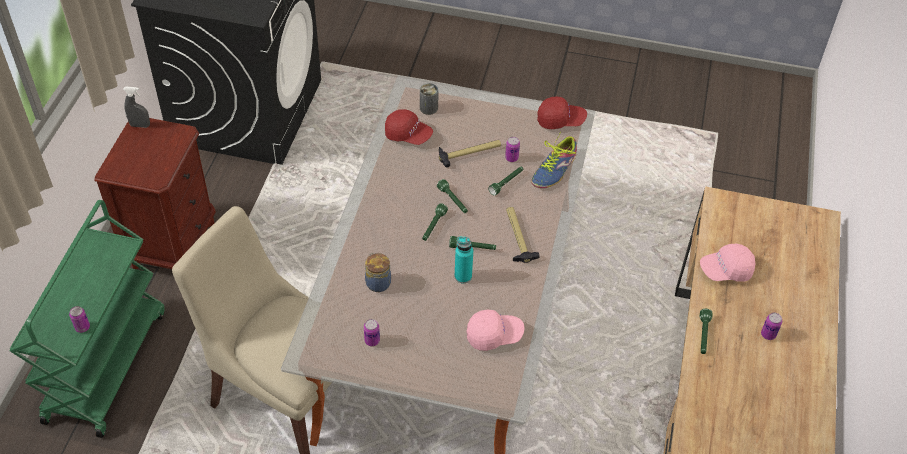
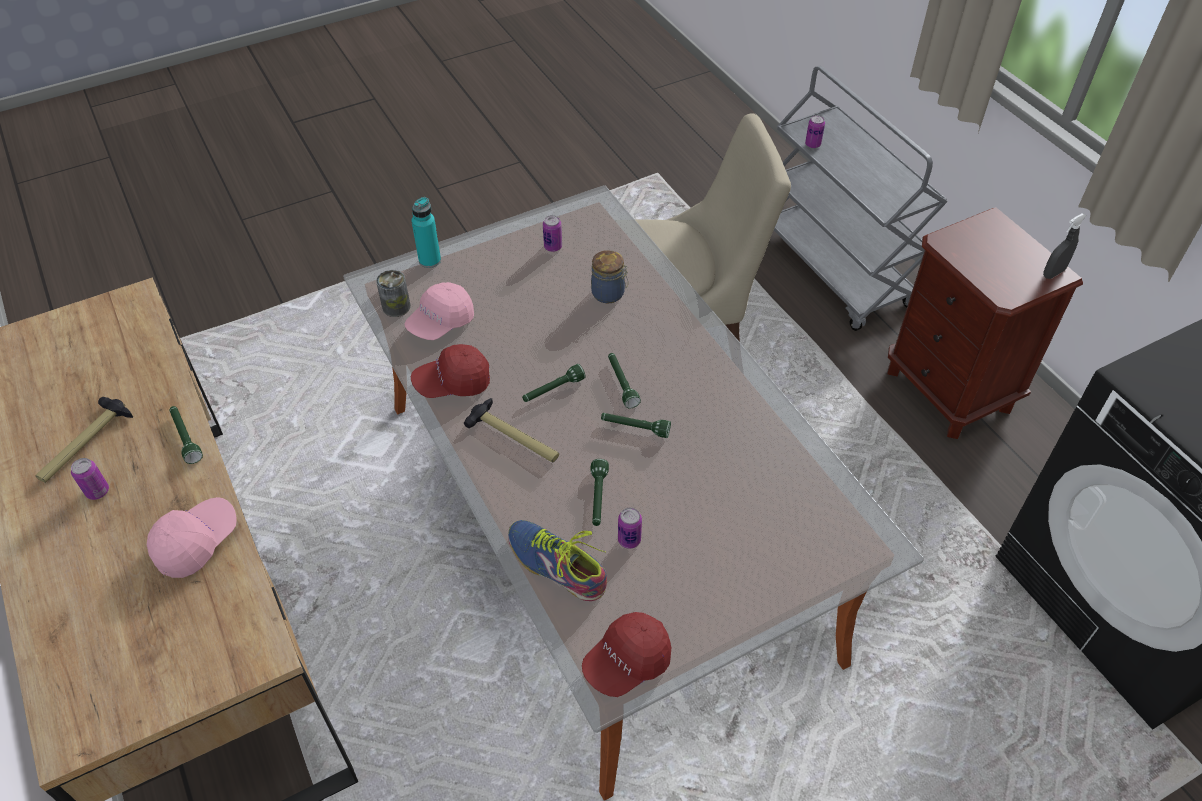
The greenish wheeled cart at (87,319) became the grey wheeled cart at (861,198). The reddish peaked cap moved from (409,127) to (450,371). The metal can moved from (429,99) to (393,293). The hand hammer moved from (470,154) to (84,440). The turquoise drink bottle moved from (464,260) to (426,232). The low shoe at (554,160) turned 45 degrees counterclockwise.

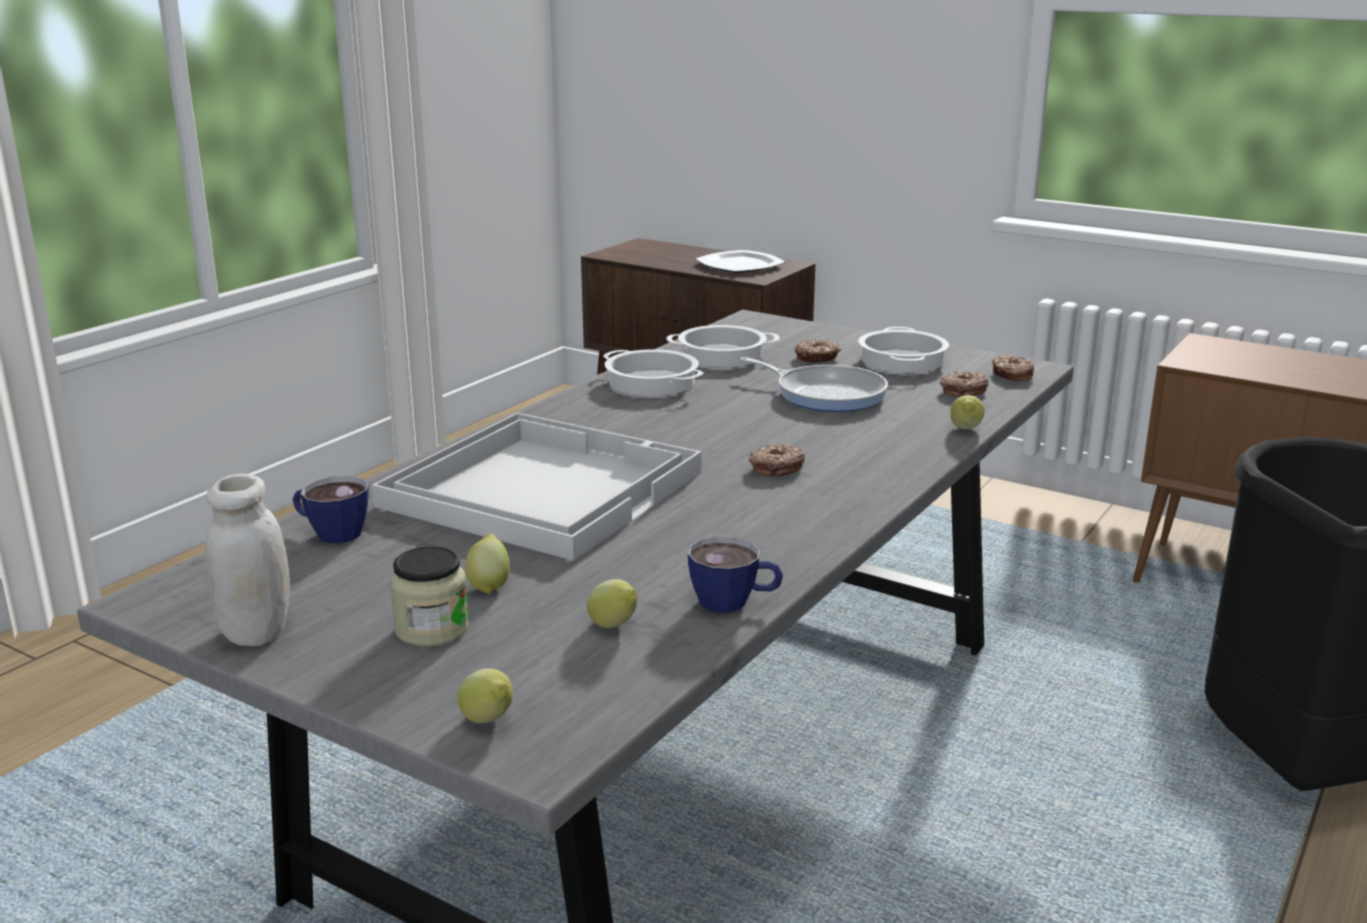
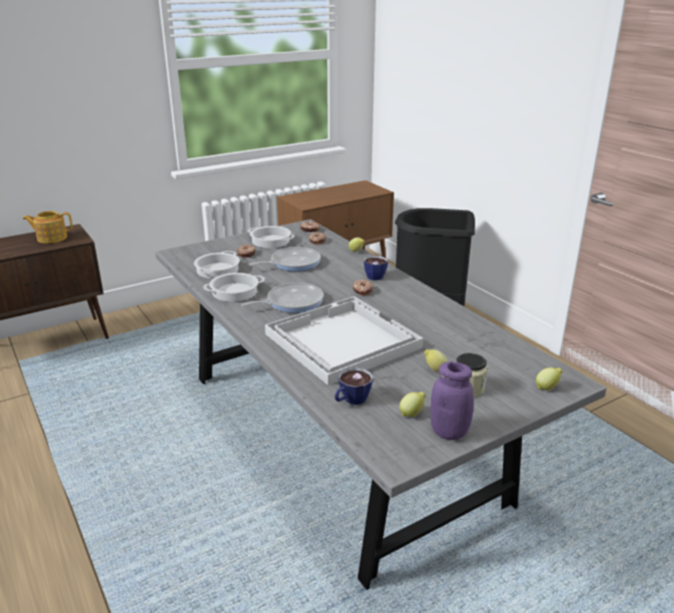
The whitish storage jar at (247,560) became the purplish storage jar at (452,401). The citrus fruit moved from (612,603) to (412,404). The cup moved from (735,574) to (376,268). The plate at (740,261) was replaced by the pot for tea at (48,227). The frying pan at (282,298) appeared.

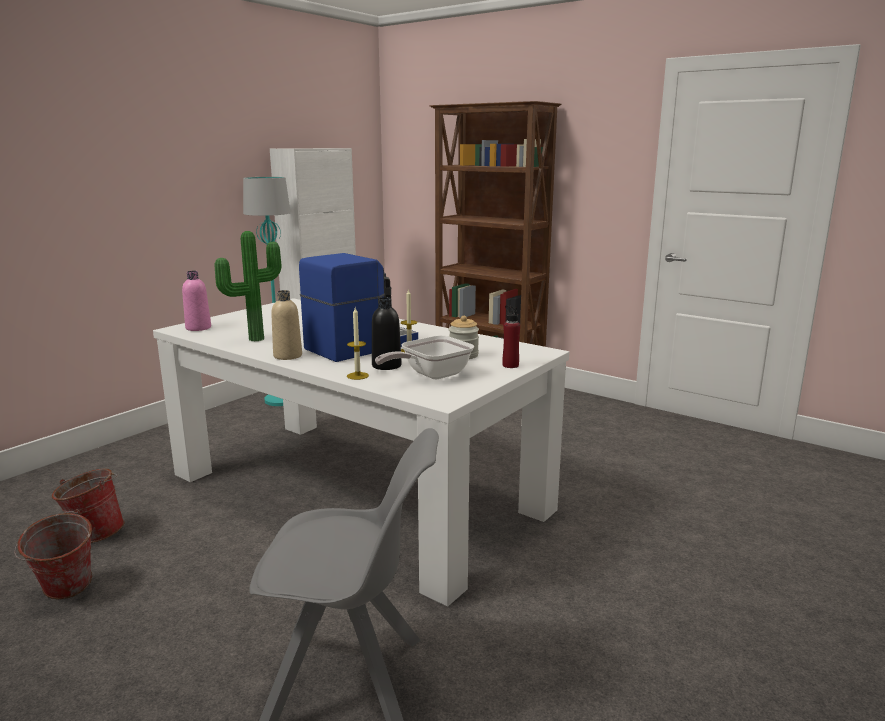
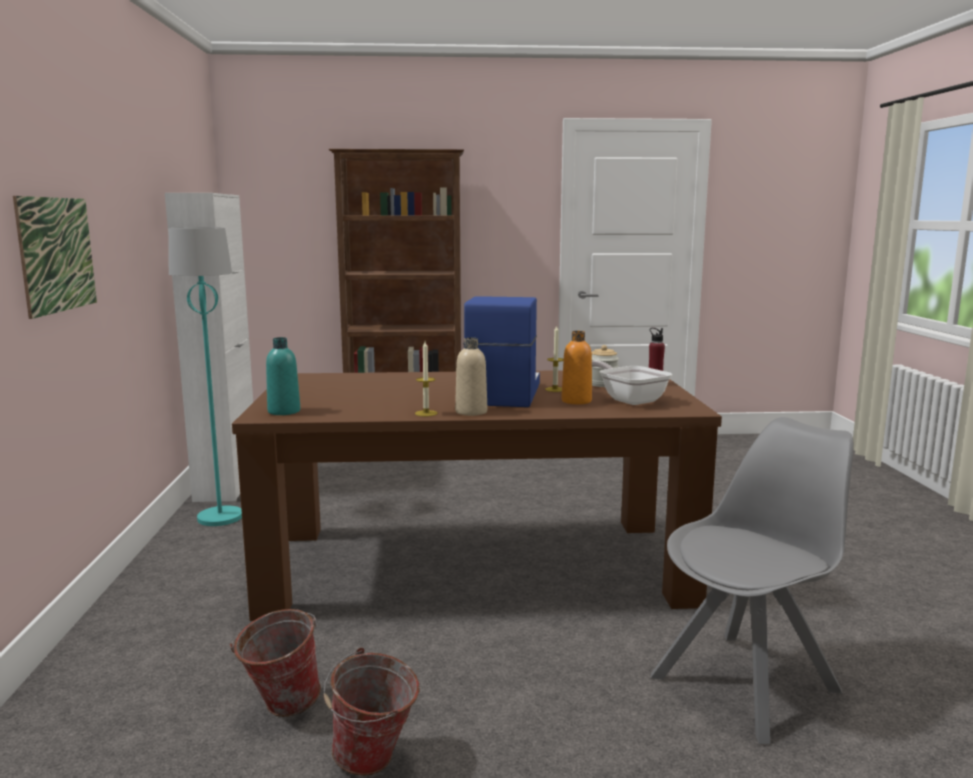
The whitish dining table at (361,452) became the brownish dining table at (477,495). The pink drink bottle at (196,301) became the turquoise drink bottle at (283,376). The houseplant at (248,286) disappeared. The wax light moved from (358,344) to (426,379). The blackish drink bottle at (387,333) became the orange-coloured drink bottle at (576,367). The frying pan at (424,357) turned 135 degrees clockwise. The picture at (55,257) appeared.

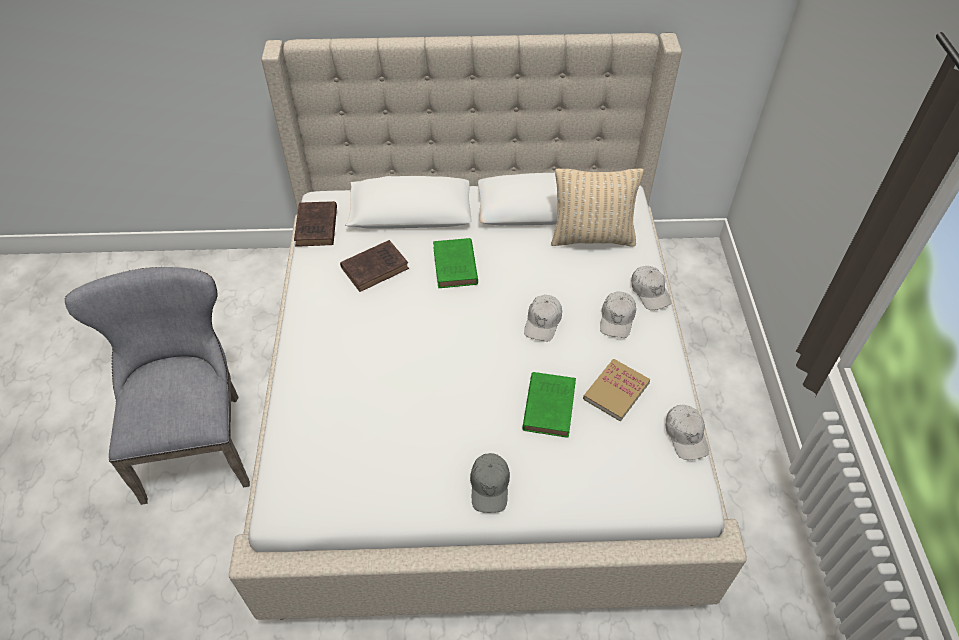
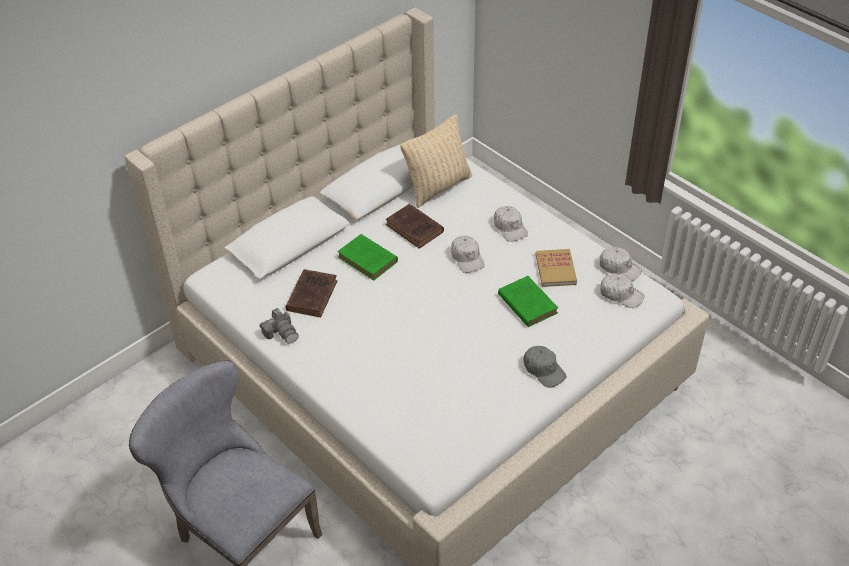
The brownish bound book moved from (315,224) to (415,226). The whitish peaked cap moved from (651,288) to (622,290). The still camera at (279,326) appeared.

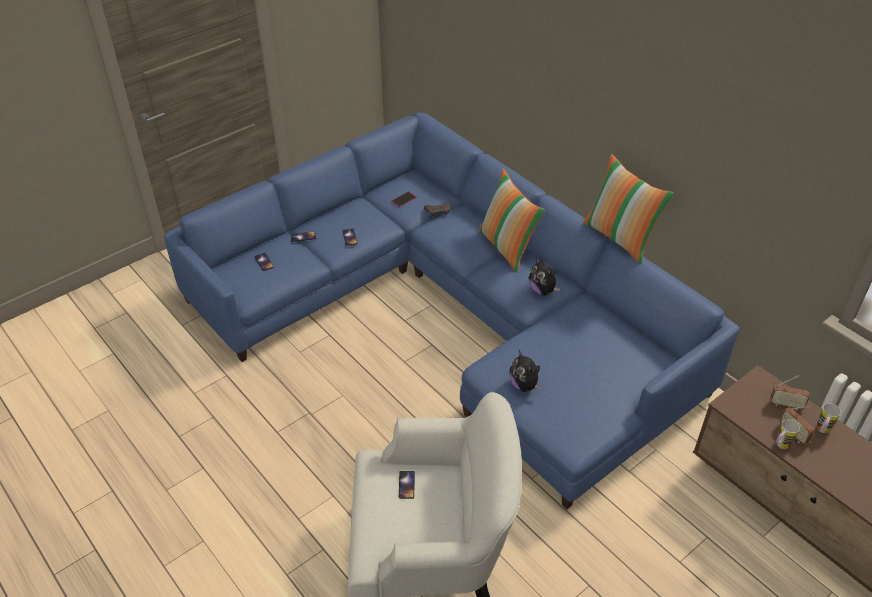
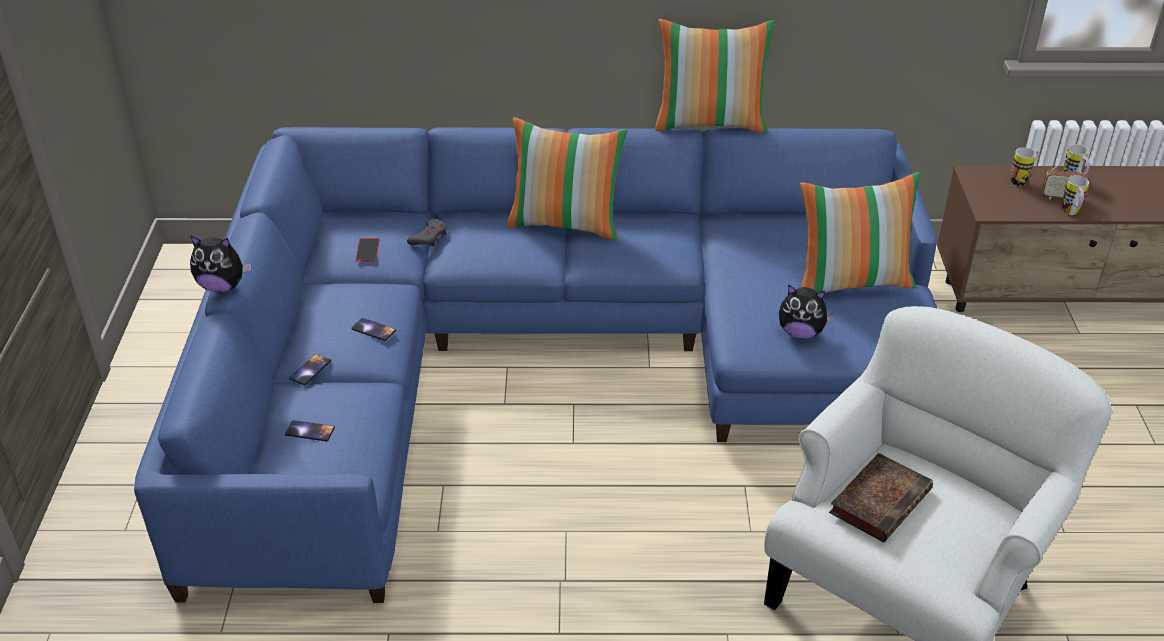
The telephone at (407,485) was replaced by the bound book at (881,497). The soft toy moved from (544,276) to (220,263). The radio receiver at (789,393) was replaced by the coffee mug at (1025,167). The throw pillow at (860,232) appeared.

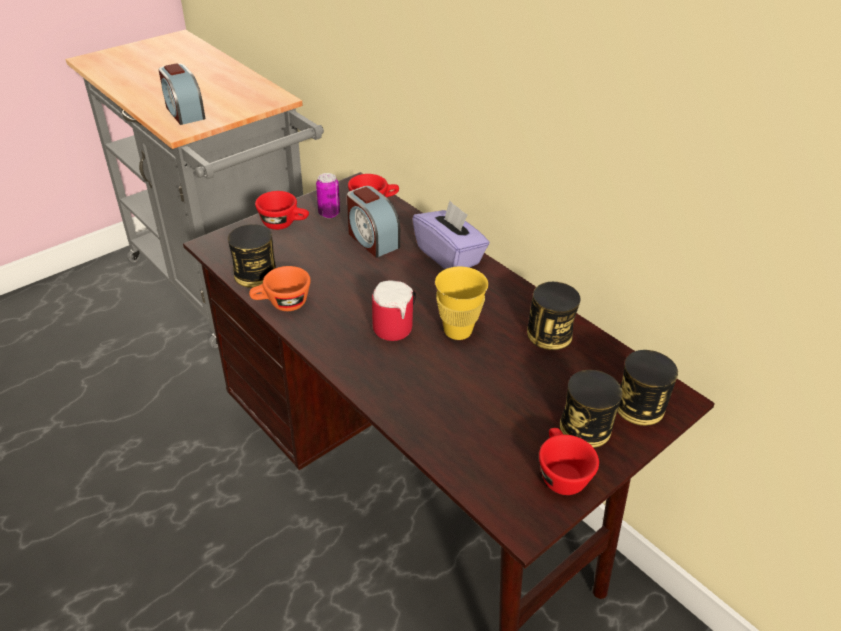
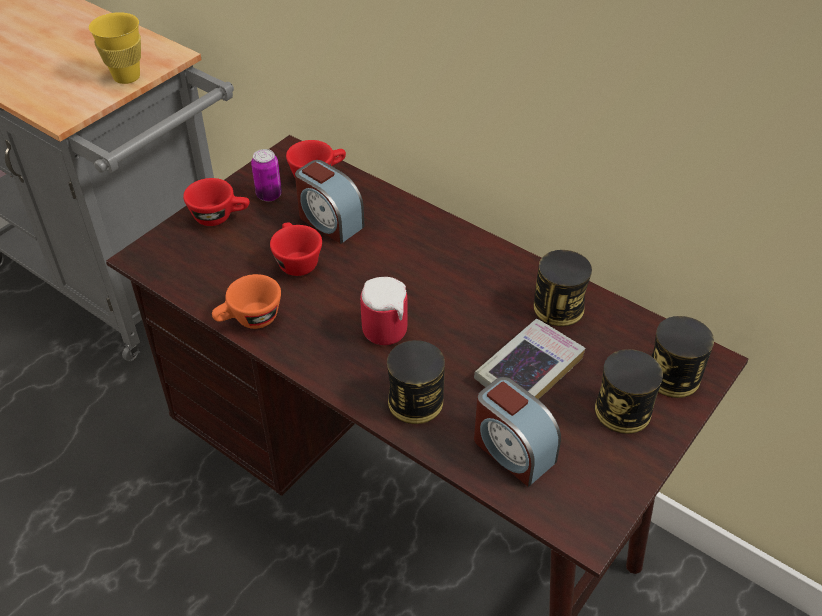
The table clock moved from (182,94) to (517,432). The metal can moved from (252,256) to (416,382). The purplish tissue box at (451,235) disappeared. The yellowish cup moved from (461,303) to (115,48). The reddish cup moved from (569,461) to (296,249). The bound book at (530,359) appeared.

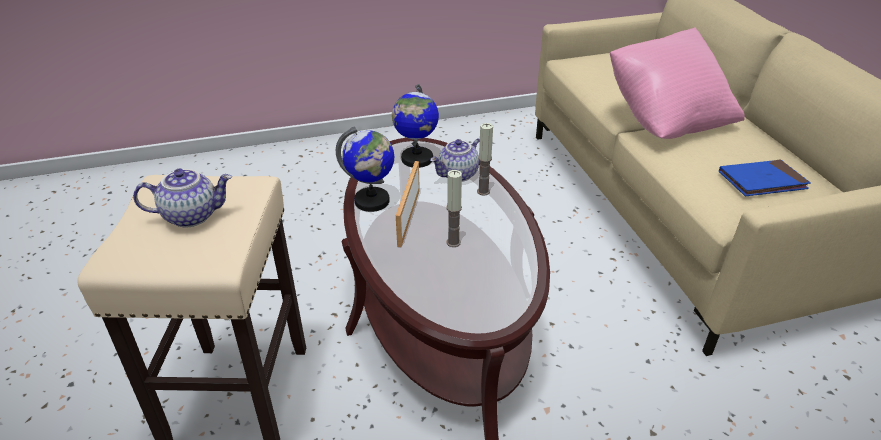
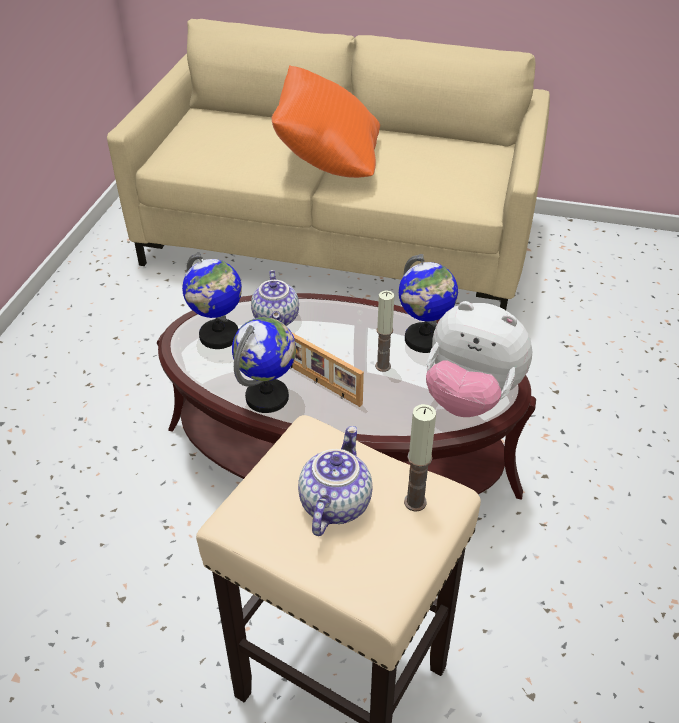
The wax light moved from (485,159) to (420,458). The pink throw pillow at (677,83) became the orange-coloured throw pillow at (326,121). The bluish bound book at (765,177) disappeared. The desk globe at (428,303) appeared. The soft toy at (479,359) appeared.

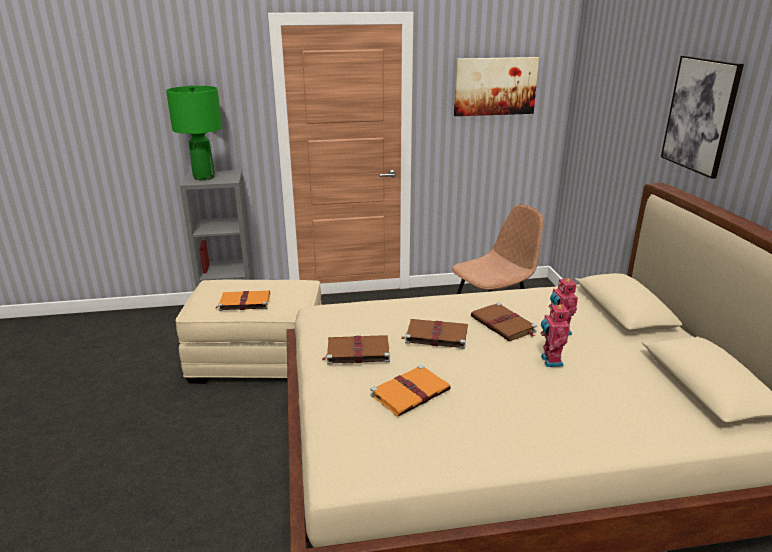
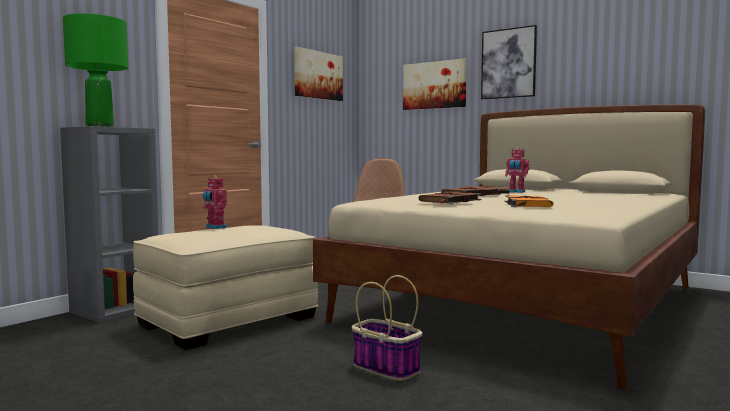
The orange-coloured bound book at (243,301) disappeared. The robot figure moved from (555,334) to (214,202). The household basket at (387,328) appeared. The picture at (435,84) appeared.

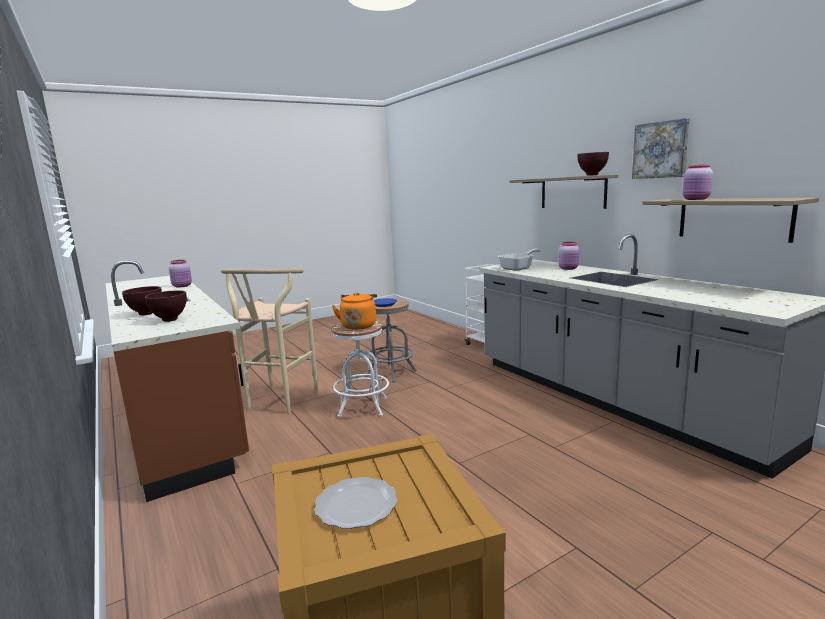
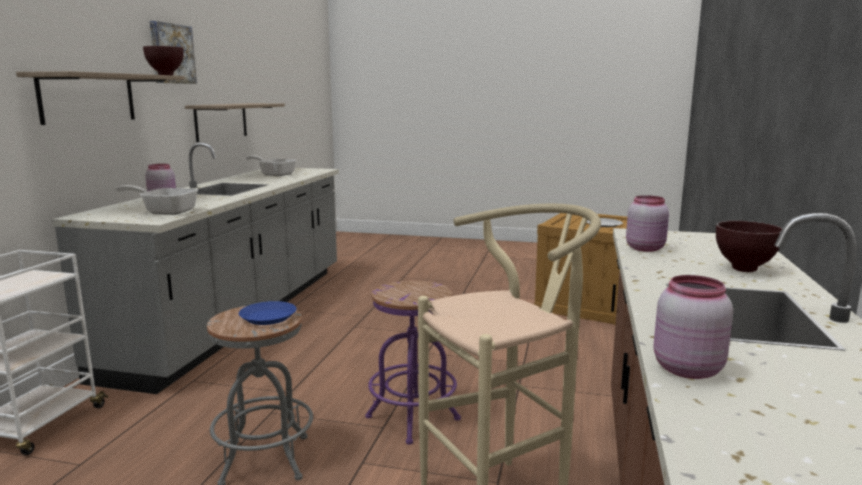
The brownish bowl at (166,306) disappeared. The whitish sitting stool at (360,369) became the purplish sitting stool at (413,363). The orange-coloured tea kettle at (354,311) disappeared. The pink storage jar moved from (698,182) to (647,223). The frying pan at (270,165) appeared.

